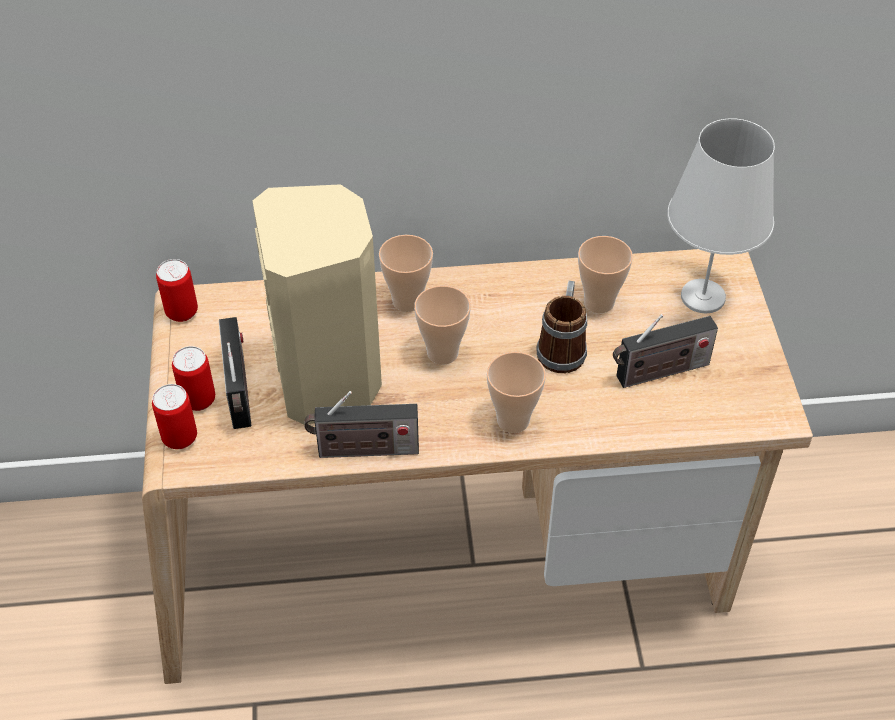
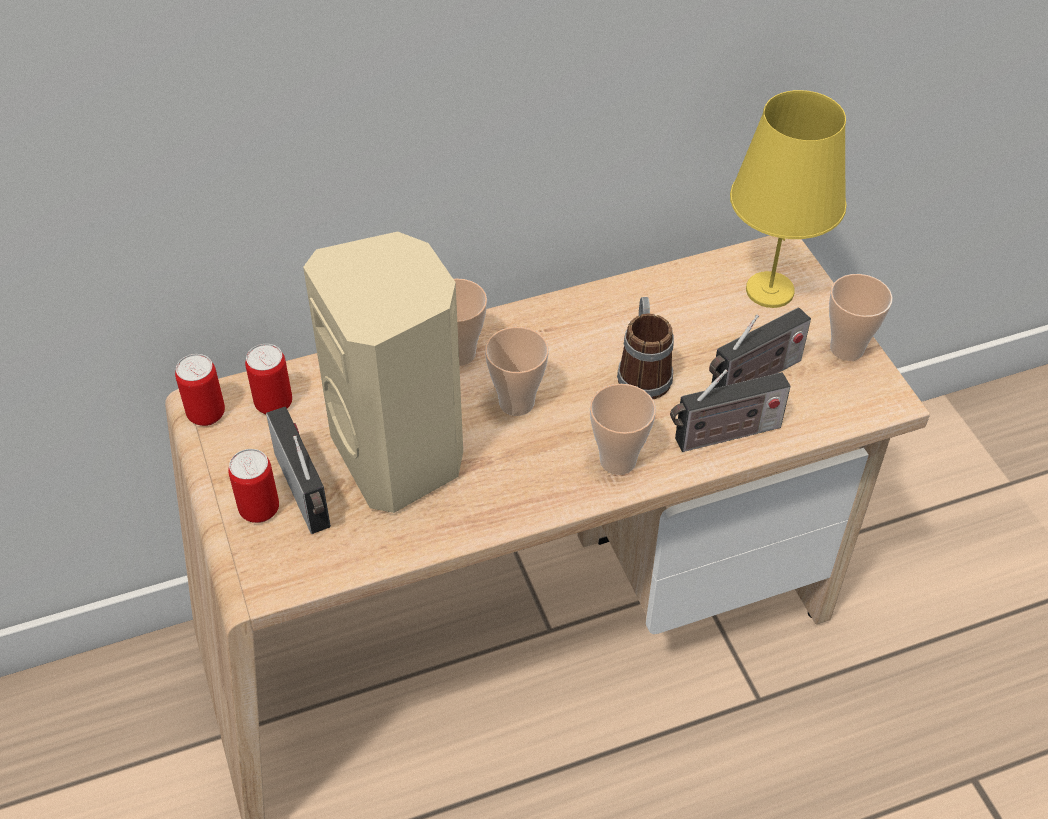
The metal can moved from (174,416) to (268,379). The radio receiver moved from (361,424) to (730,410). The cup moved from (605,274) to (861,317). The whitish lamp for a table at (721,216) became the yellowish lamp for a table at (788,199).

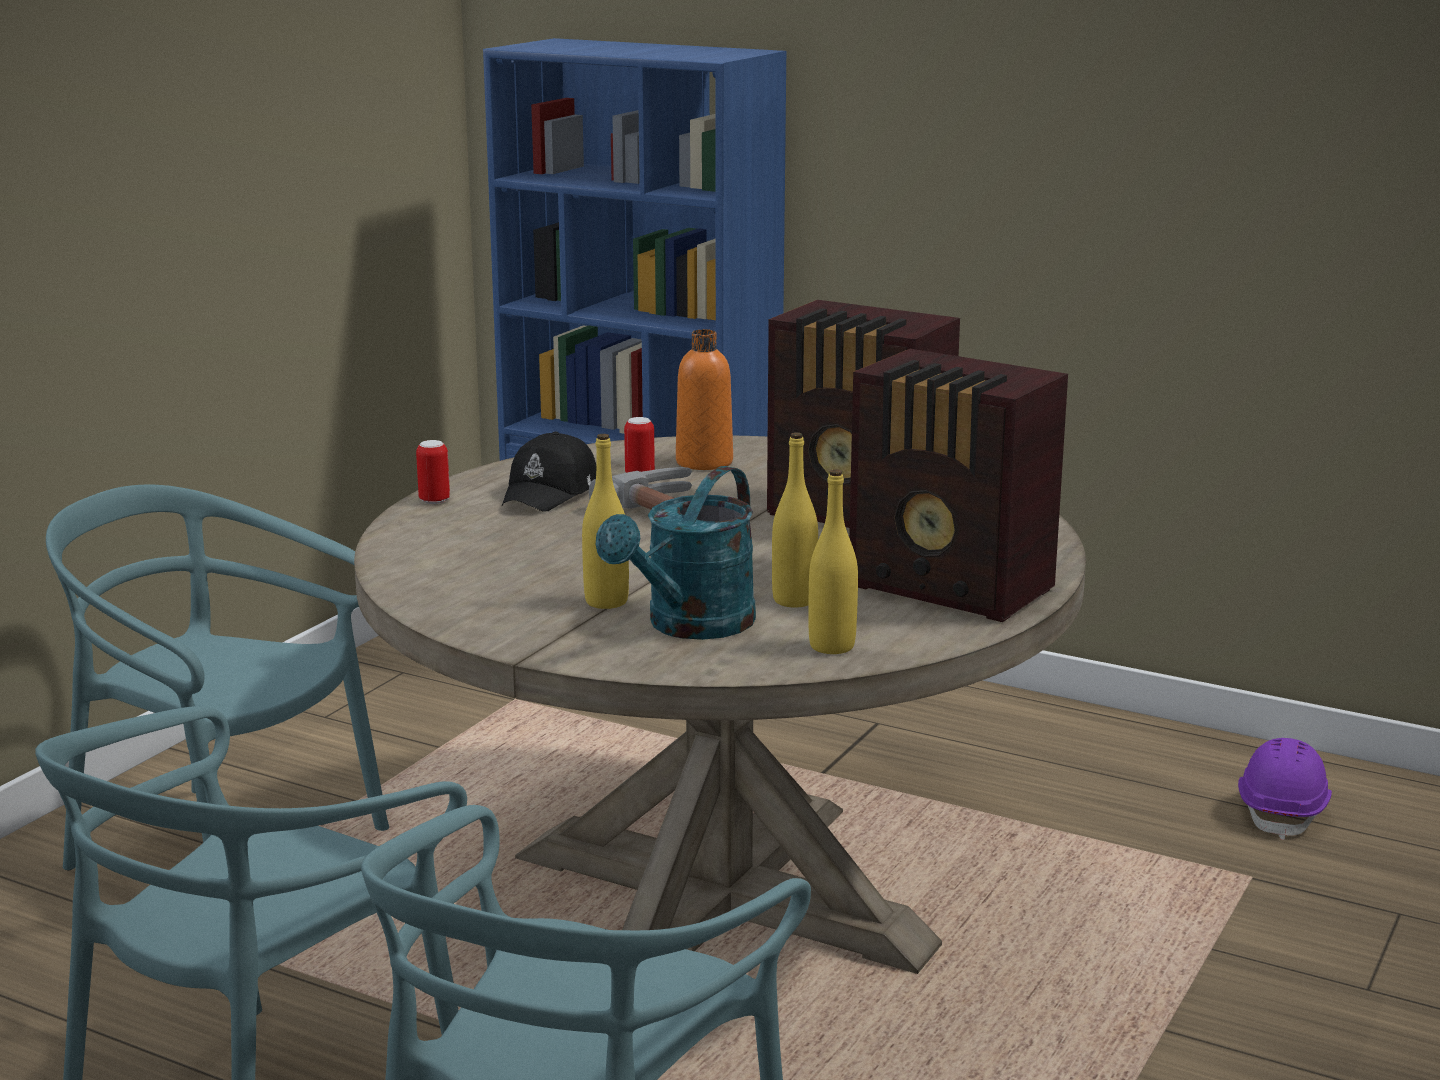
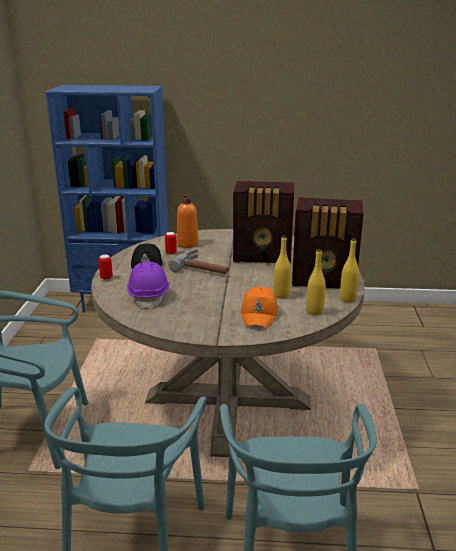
The yellowish drink bottle moved from (605,521) to (349,270). The turquoise sprinkling can at (676,553) was replaced by the orange-coloured peaked cap at (259,307). The purplish work helmet moved from (1285,789) to (148,285).

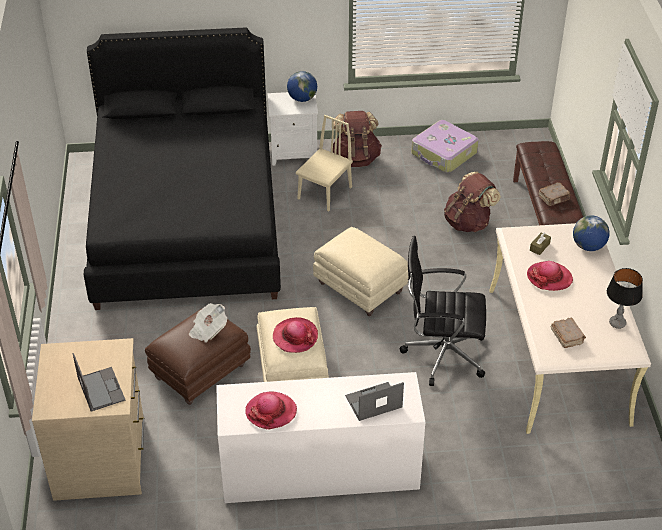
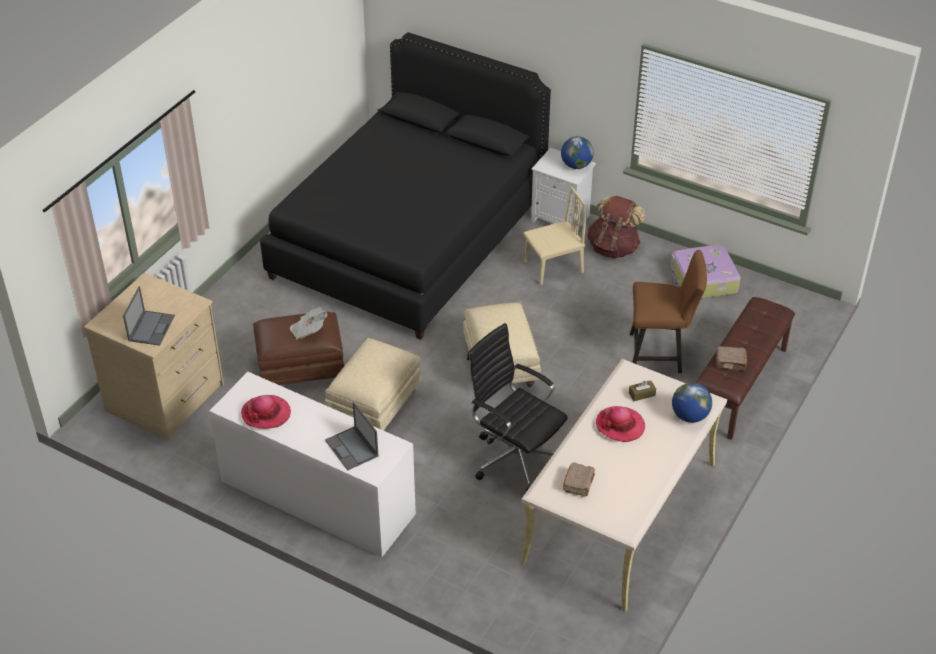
The wearable hat at (295,335) disappeared. The portable computer at (374,401) turned 135 degrees counterclockwise. The brownish knapsack at (472,202) was replaced by the brownish plain chair at (668,311). The lamp for a table at (625,298) disappeared.

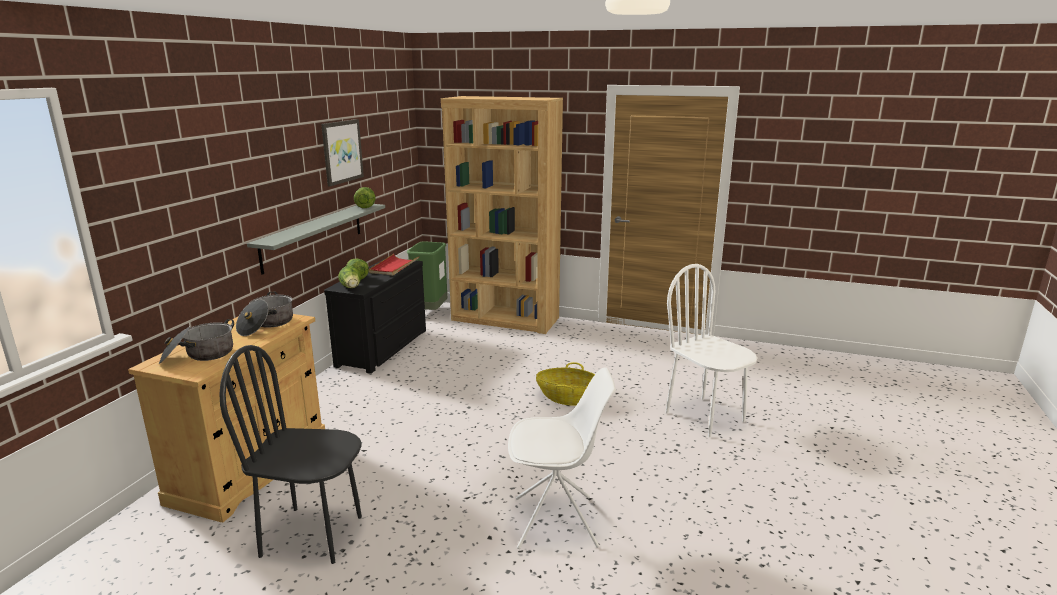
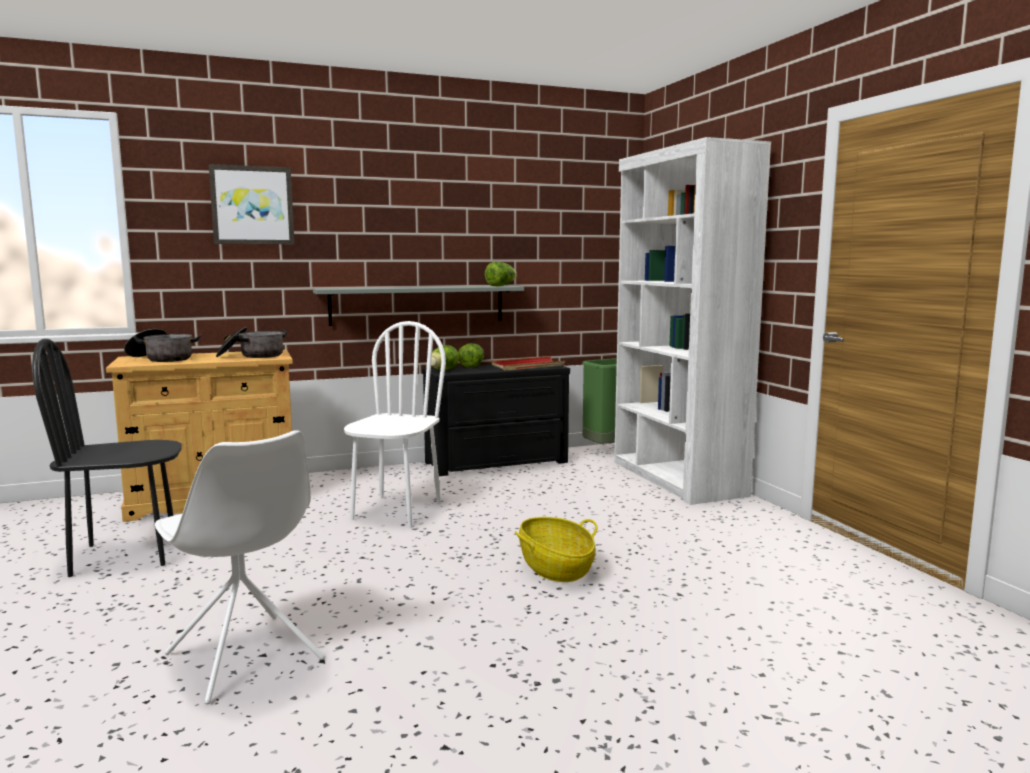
The blackish plain chair at (290,454) turned 75 degrees counterclockwise. The picture moved from (342,152) to (251,204). The brownish shelving unit at (502,215) became the whitish shelving unit at (692,321). The whitish plain chair moved from (711,350) to (395,423).

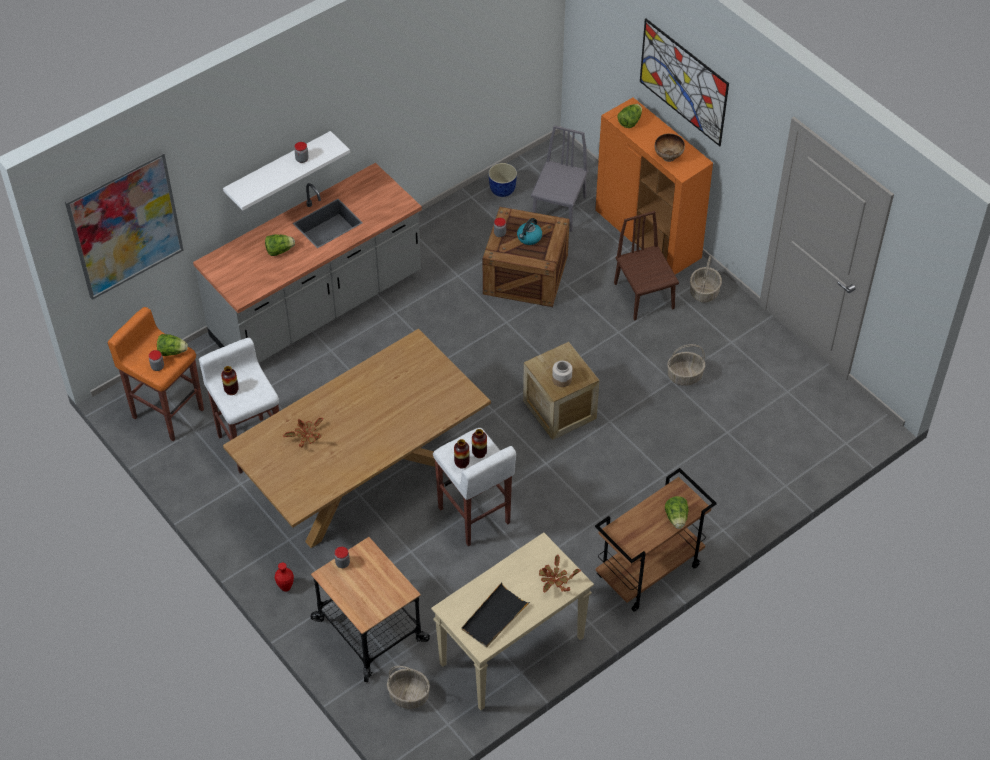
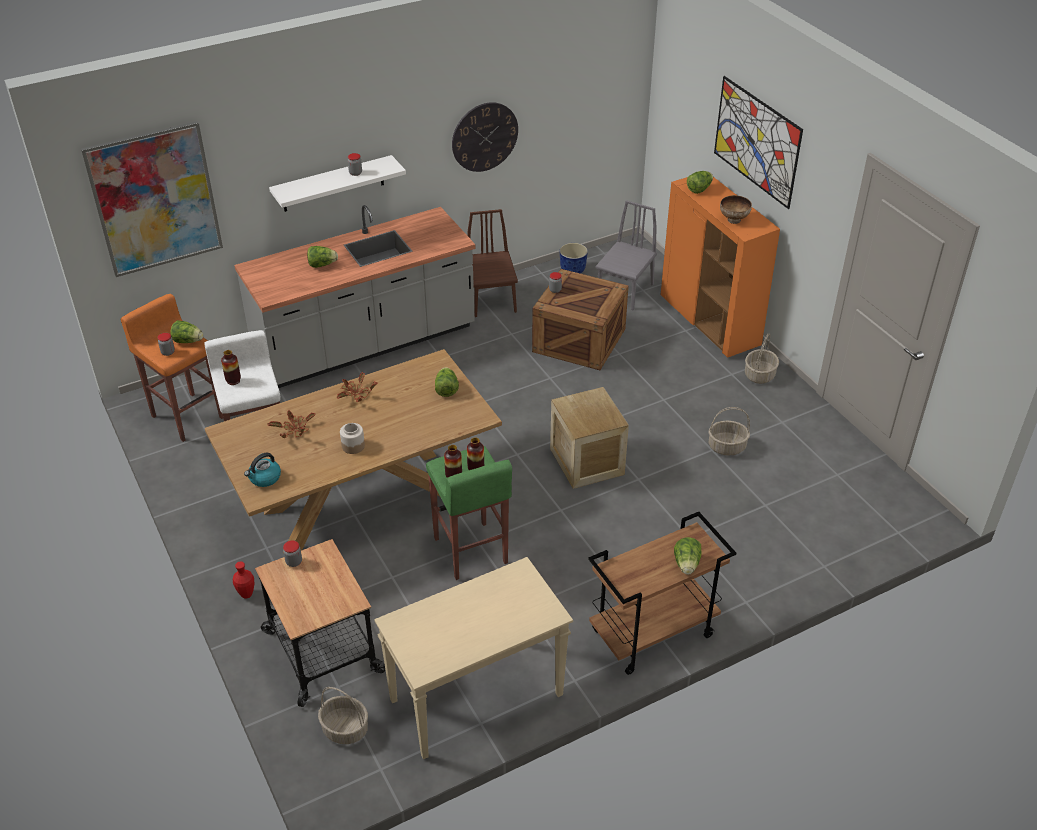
The whitish sitting stool at (474,487) became the greenish sitting stool at (469,513). The blackish carrying tray at (495,615) disappeared. The tea kettle moved from (529,231) to (262,470). The houseplant moved from (560,573) to (357,387). The storage jar moved from (562,374) to (352,438). The brownish plain chair moved from (646,266) to (492,263). The lettuce head at (447,382) appeared. The clock on the wall at (485,137) appeared.

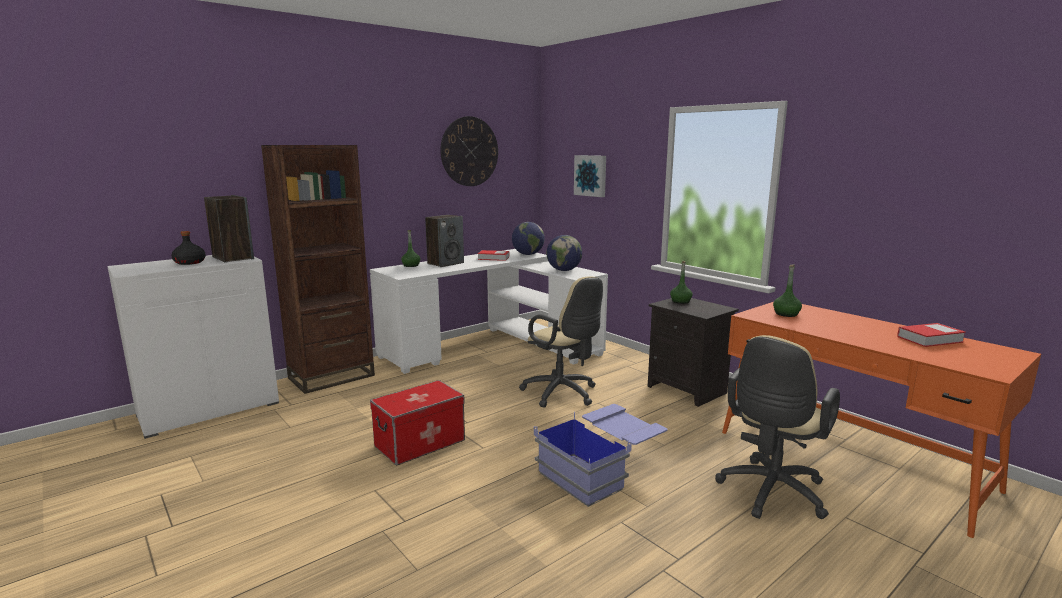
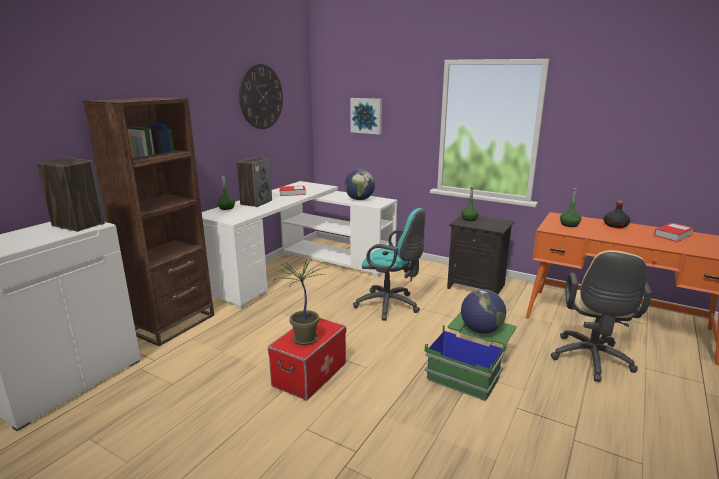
The blackish drink bottle moved from (188,248) to (616,214). The desk globe moved from (528,238) to (483,311). The beige-coloured office chair at (561,342) became the turquoise office chair at (389,264). The bluish storage box at (601,455) became the greenish storage box at (471,356). The houseplant at (300,302) appeared.

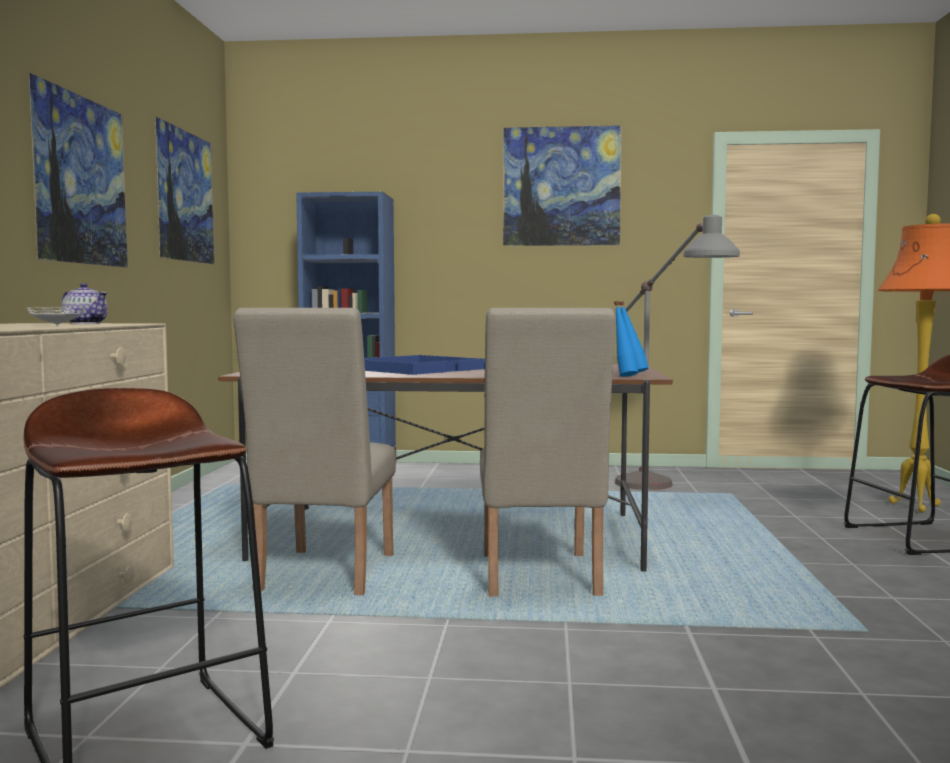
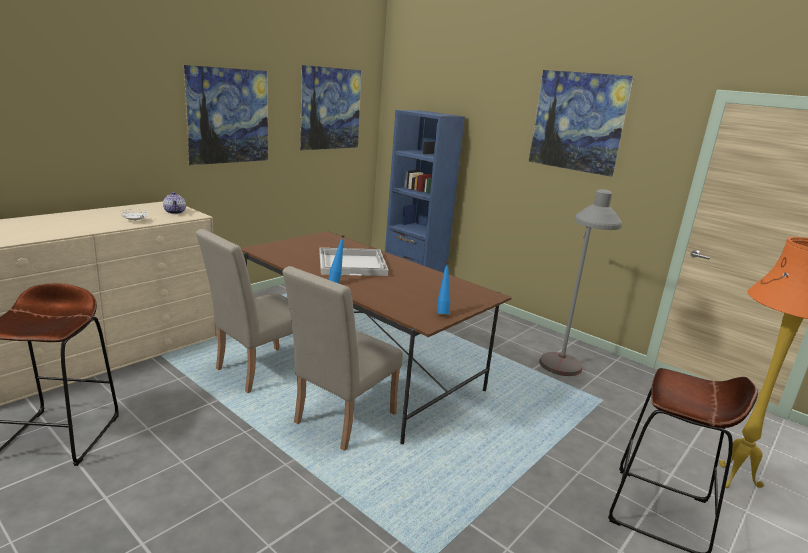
The bluish carrying tray at (424,365) became the whitish carrying tray at (353,262). The bluish drink bottle moved from (626,339) to (336,259).

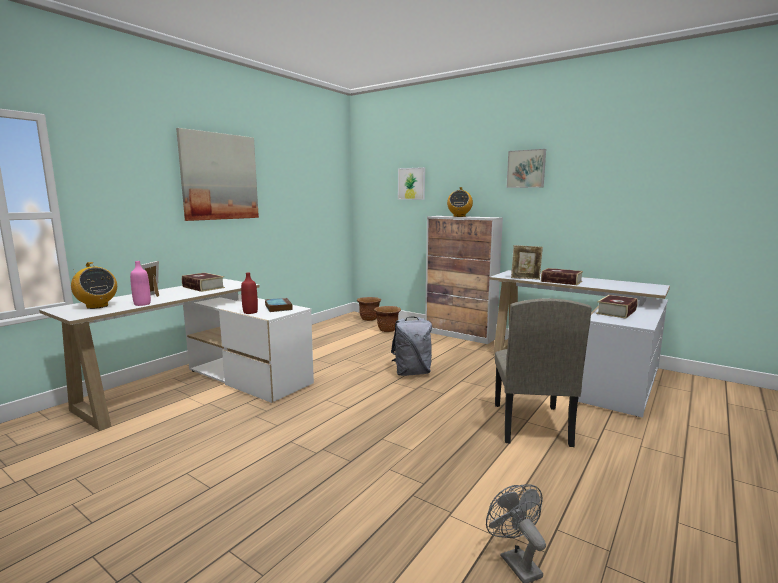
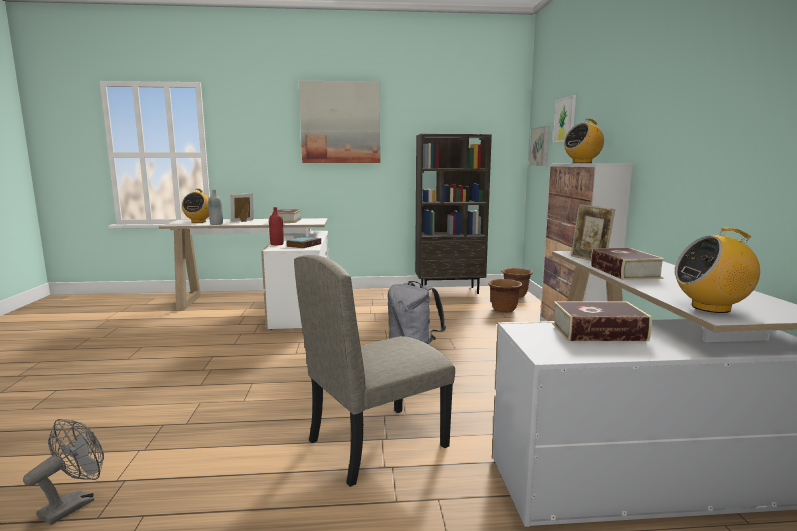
The pink drink bottle at (140,283) became the grey drink bottle at (215,207). The picture moved from (526,168) to (539,146). The brownish shelving unit at (453,214) appeared. The radio receiver at (717,270) appeared.

